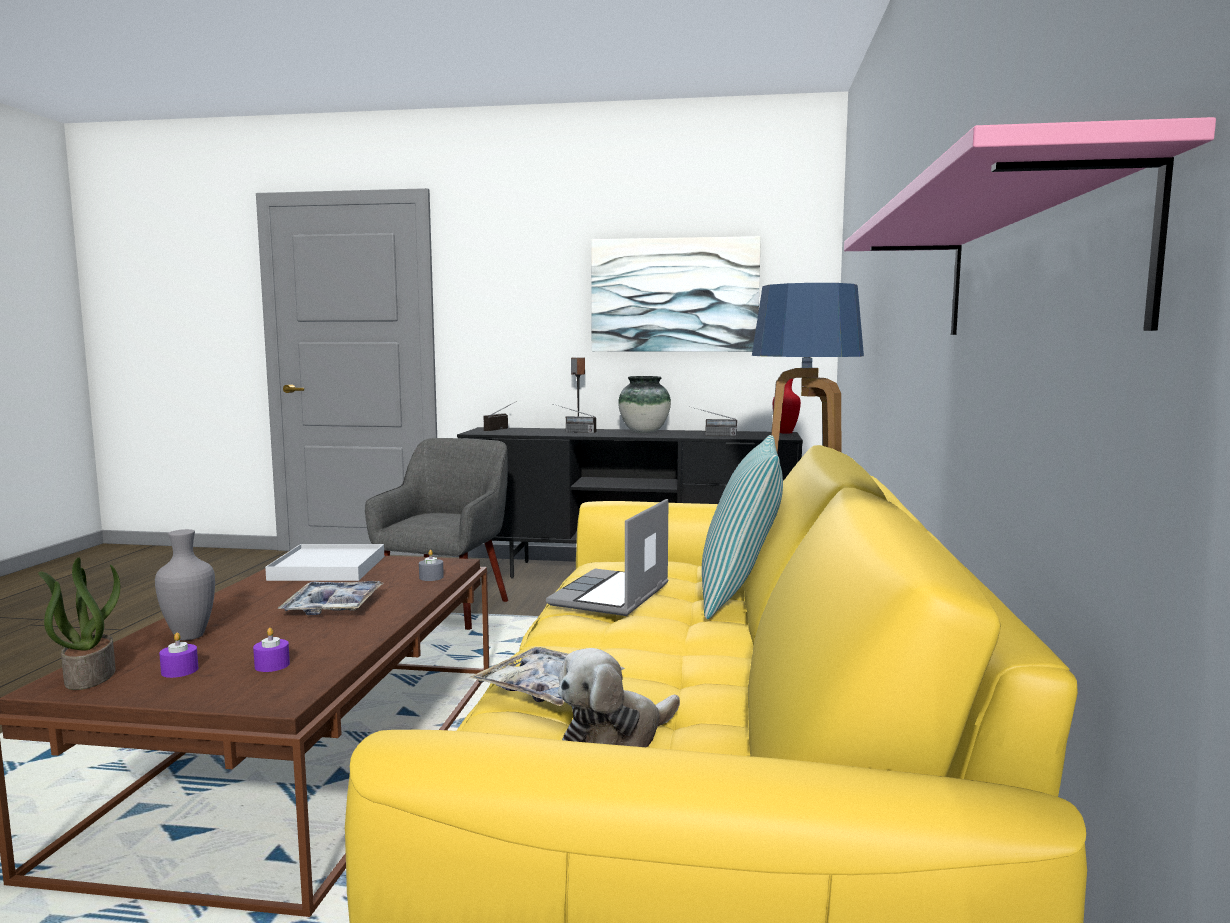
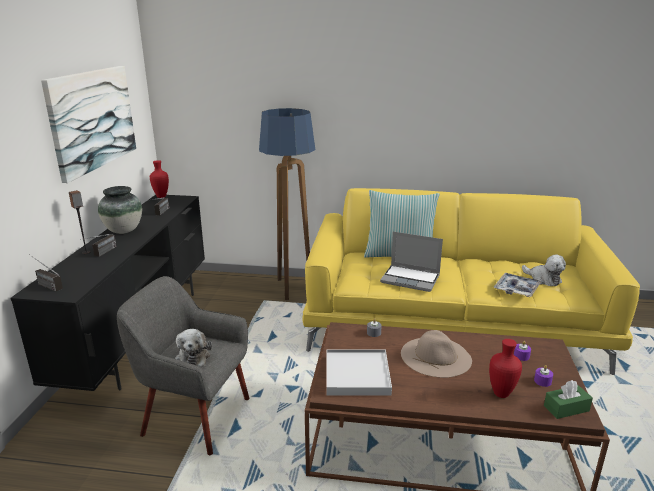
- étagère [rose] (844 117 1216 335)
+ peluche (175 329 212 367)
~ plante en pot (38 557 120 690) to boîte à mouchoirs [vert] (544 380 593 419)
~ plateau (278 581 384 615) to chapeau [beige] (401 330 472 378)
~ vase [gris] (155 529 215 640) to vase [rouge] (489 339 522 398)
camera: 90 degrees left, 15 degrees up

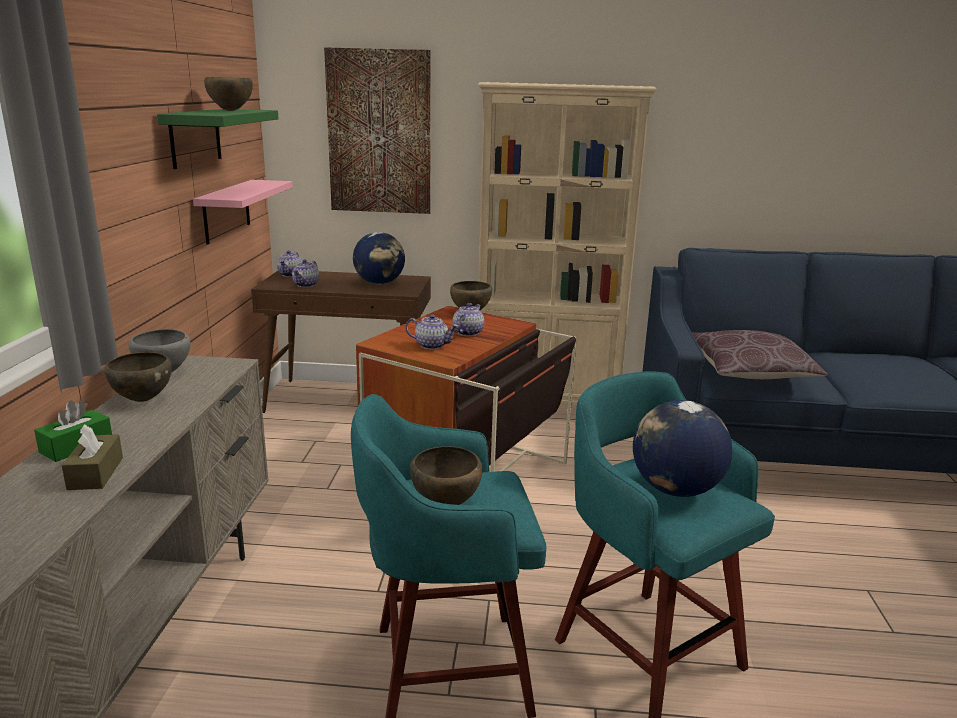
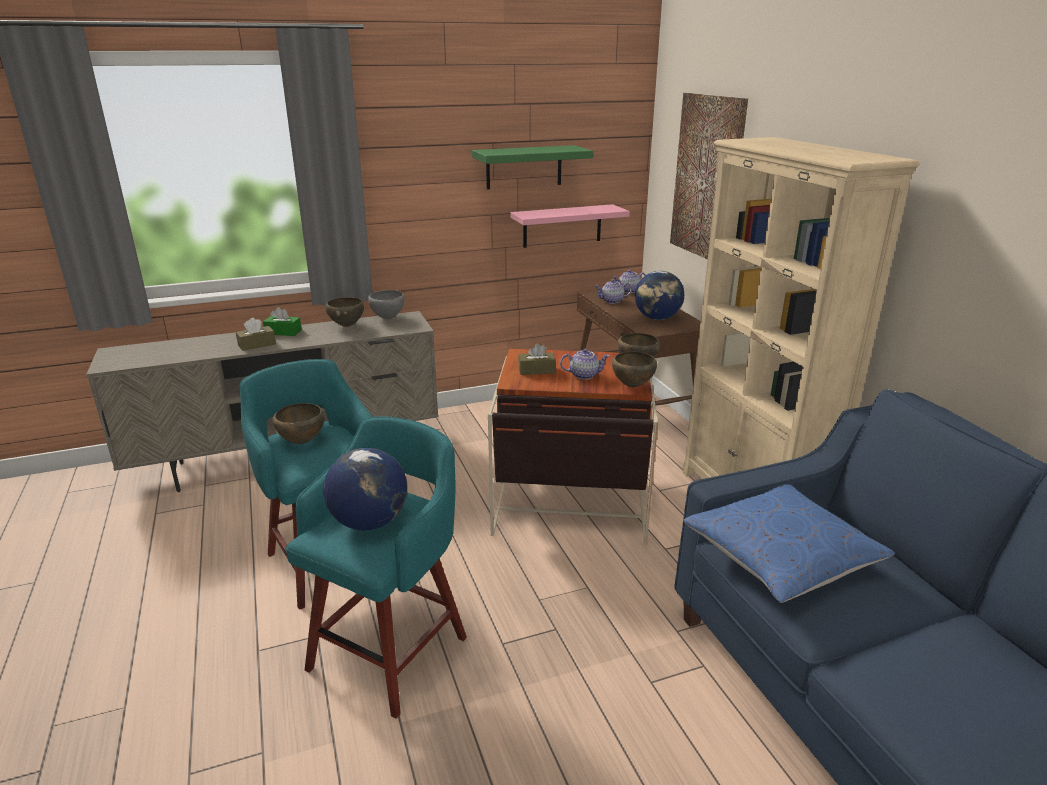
~ bol [marron] (204 77 253 111) to (612 351 657 387)
~ théière (405 314 458 350) to boîte à mouchoirs [marron] (518 343 556 375)
~ coussin [marron] (692 330 828 379) to coussin [bleu] (683 484 895 603)
camera: 65 degrees right, 5 degrees up

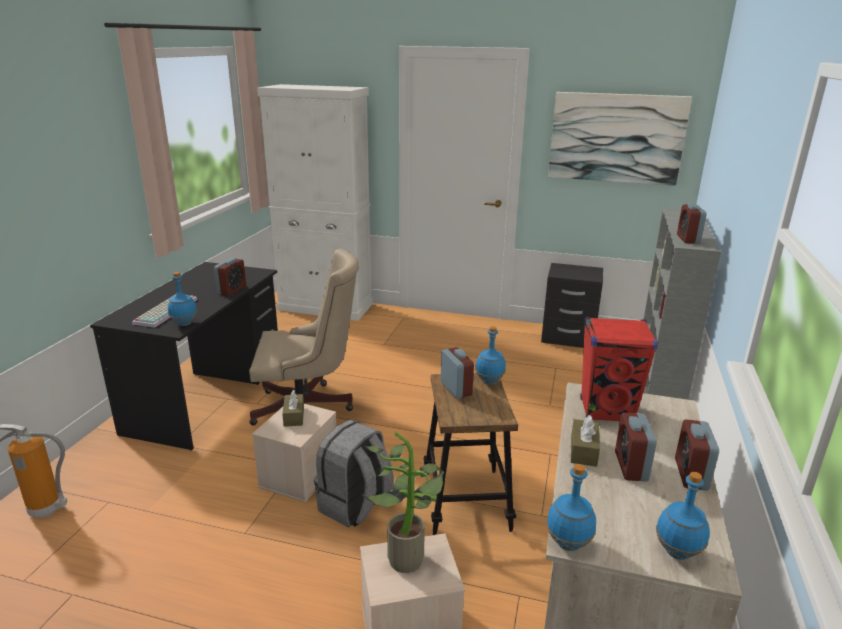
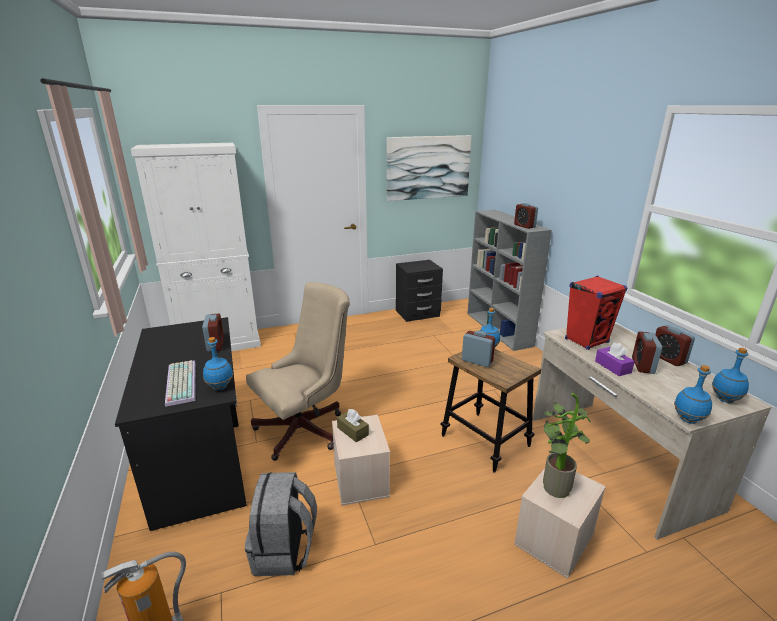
~ sac à dos [gris] (314 420 394 527) to (245 472 317 576)
~ boîte à mouchoirs [marron] (571 415 600 467) to boîte à mouchoirs [violet] (595 343 635 376)
~ réveil (615 412 657 481) = (632 331 662 374) 45 degrees clockwise
camera: 35 degrees left, 0 degrees up

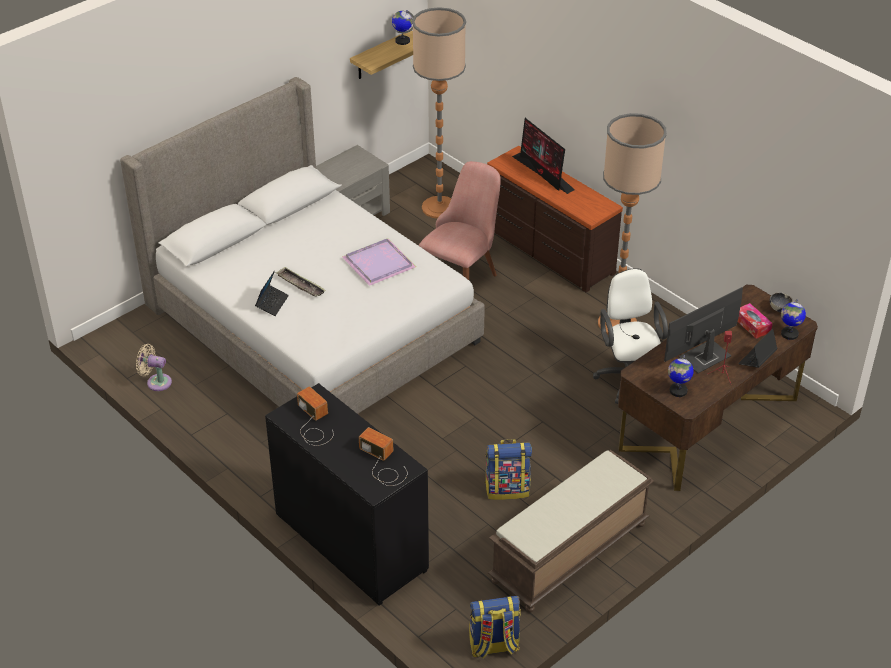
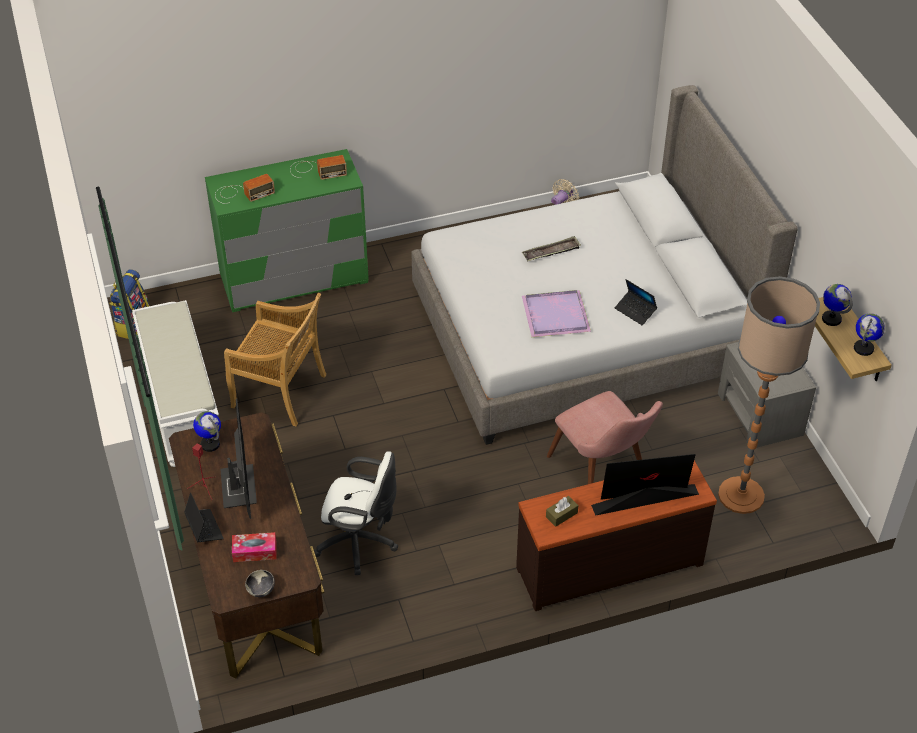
- lampadaire (598 113 667 335)
+ boîte à mouchoirs [marron] (546 496 579 527)
~ ordinateur portable (255 270 289 316) to (615 279 657 325)
~ globe (781 299 806 340) to (822 284 853 326)
~ sac à dos (485 439 532 500) to chaise [beige] (224 293 326 426)
~ commode [noir] (265 383 429 606) to commode [vert] (205 149 369 312)
~ banc [marron] (488 450 654 613) to banc [blanc] (132 300 219 467)
camera: 115 degrees right, 5 degrees up

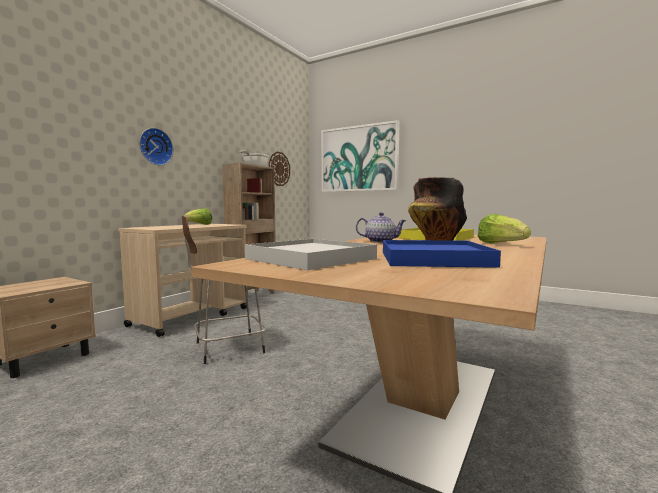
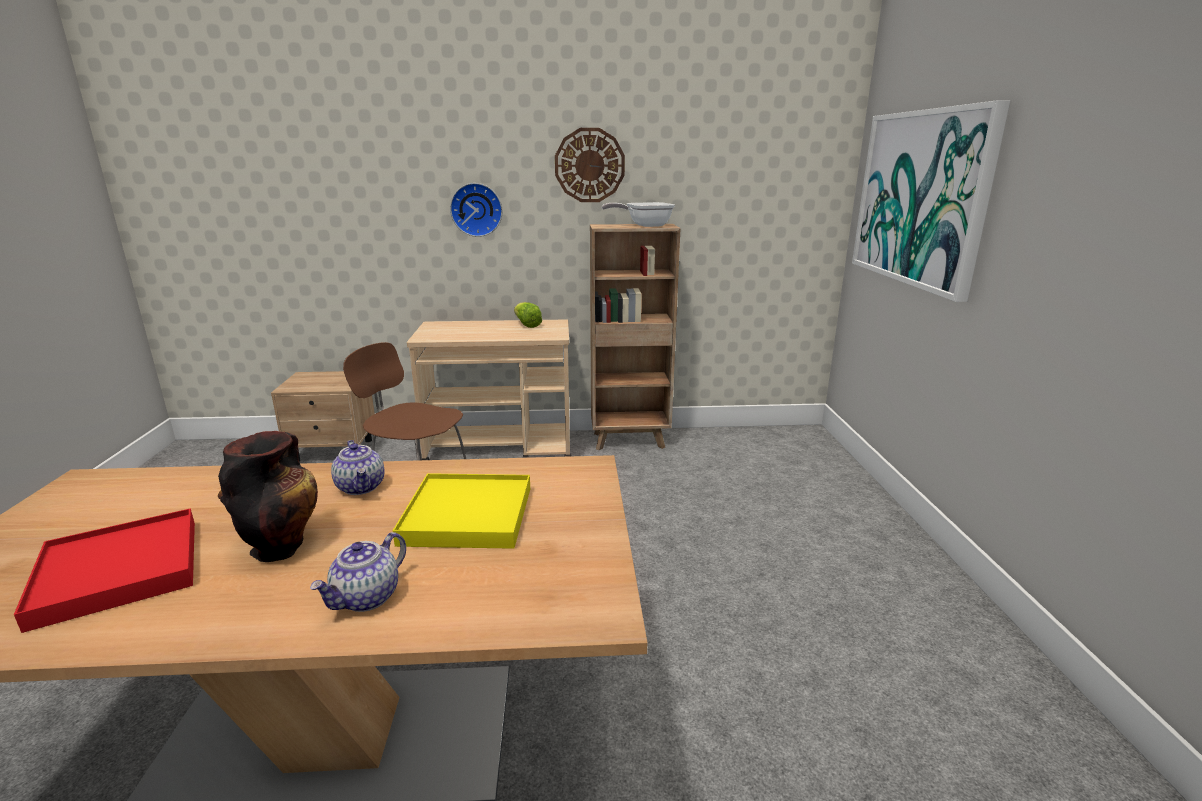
- plateau [blanc] (245 239 377 270)
~ horloge murale (268 151 290 186) to (555 128 625 202)
~ laitue (478 214 531 244) to théière (310 532 406 612)
~ plateau [bleu] (383 240 501 268) to plateau [rouge] (14 508 195 633)
camera: 55 degrees right, 15 degrees up

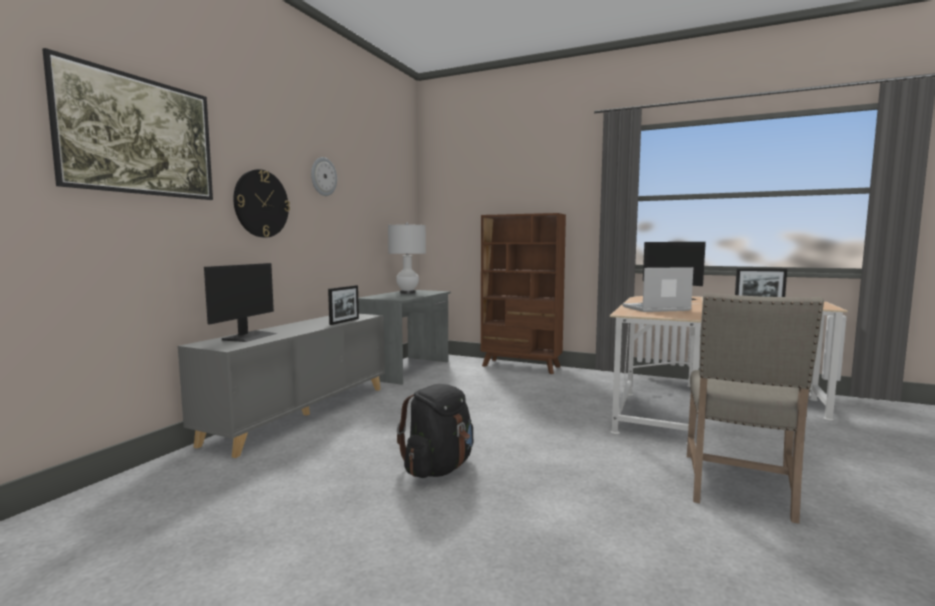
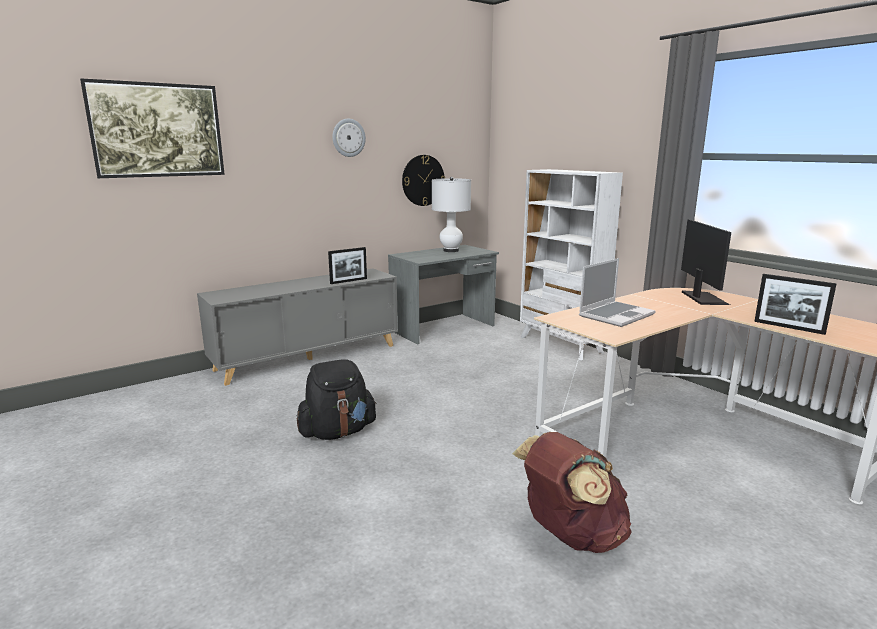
- écran d'ordinateur (204 263 278 342)
~ horloge murale (233 169 290 238) to (402 155 445 206)
~ chaise [beige] (687 293 824 524) to sac à dos [marron] (512 432 632 553)
~ bibliothèque [marron] (481 213 566 374) to bibliothèque [blanc] (520 169 623 361)
~ ordinateur portable (622 267 693 312) = (579 258 656 327) 120 degrees clockwise
camera: 30 degrees right, 10 degrees up

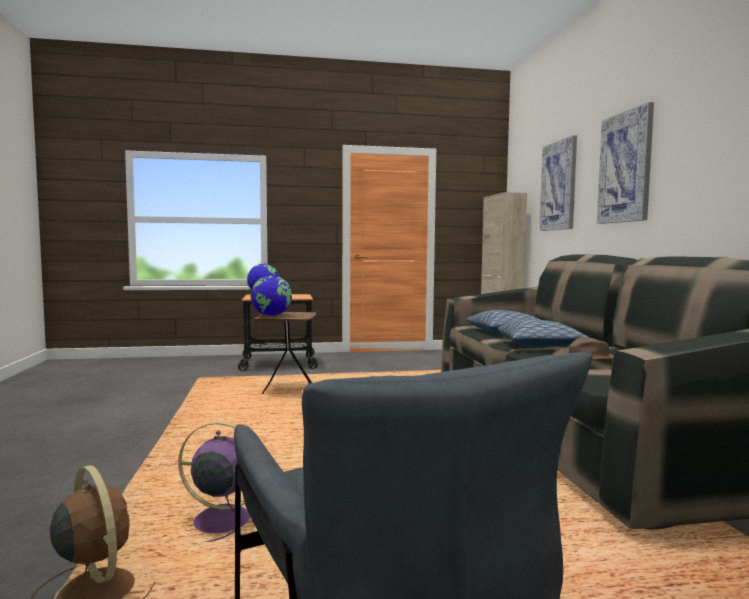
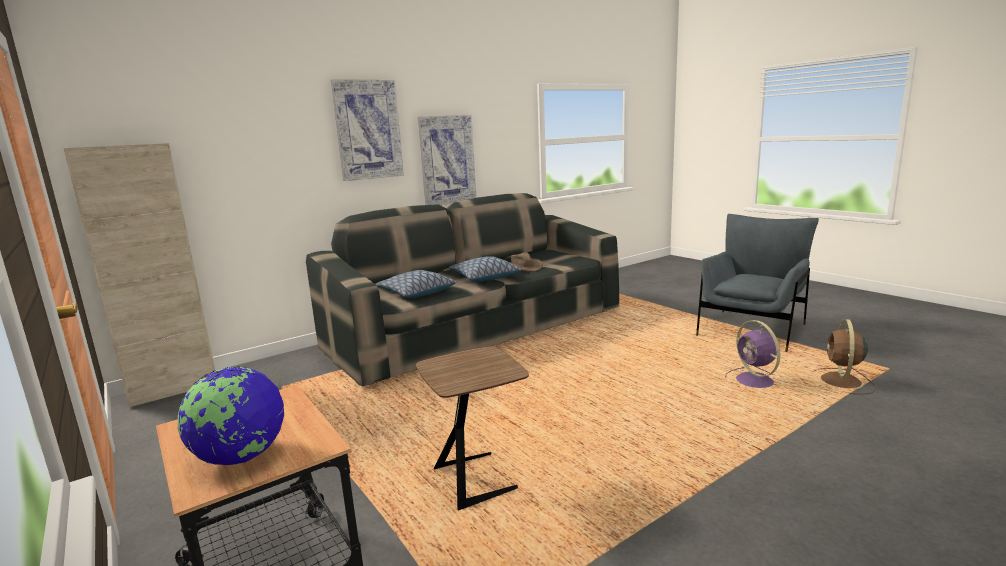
- globe (251 275 292 316)
~ tableau (539 135 577 231) to (418 115 476 205)
camera: 115 degrees left, 10 degrees up

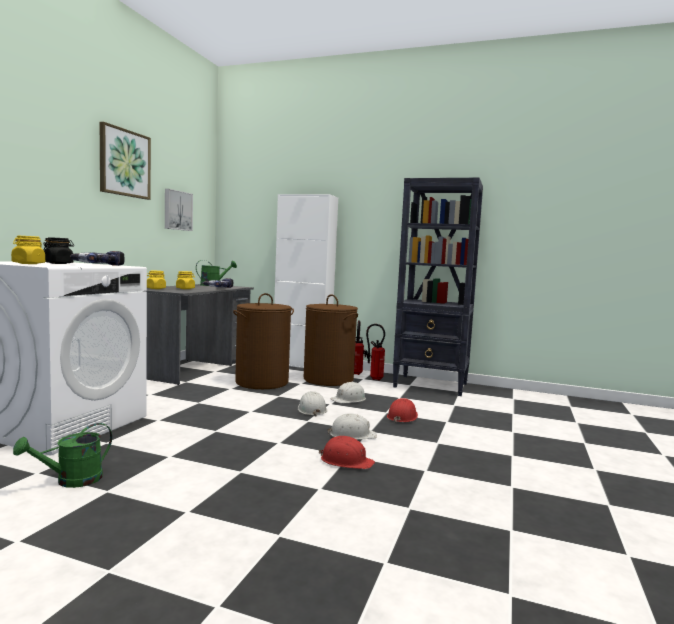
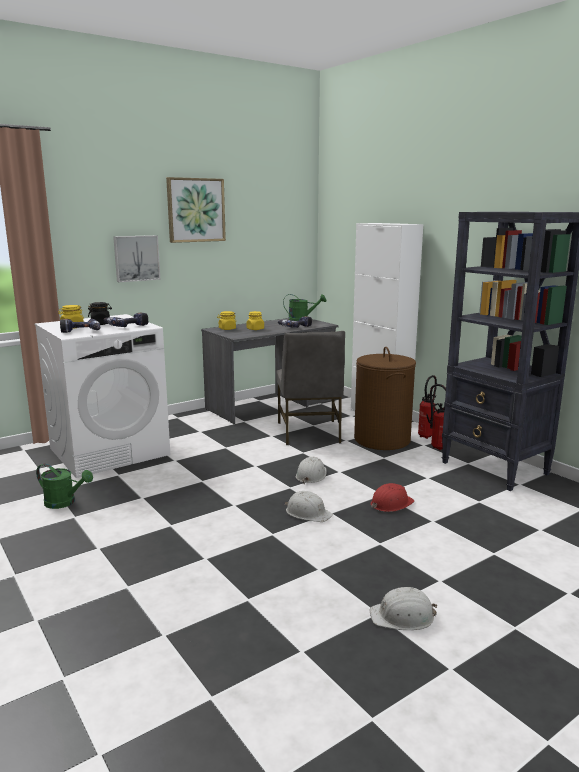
- casque de chantier [rouge] (319 436 375 469)
+ perceuse (60 319 101 333)
~ tableau (165 189 193 231) to (113 235 160 282)
~ casque de chantier [blanc] (331 382 366 403) to (370 587 437 630)
~ panier à linge [marron] (233 293 294 389) to chaise [gris] (276 331 345 445)
~ arrosoir [vert] (13 423 112 488) = (36 464 93 509) 150 degrees counterclockwise
camera: 35 degrees right, 10 degrees up

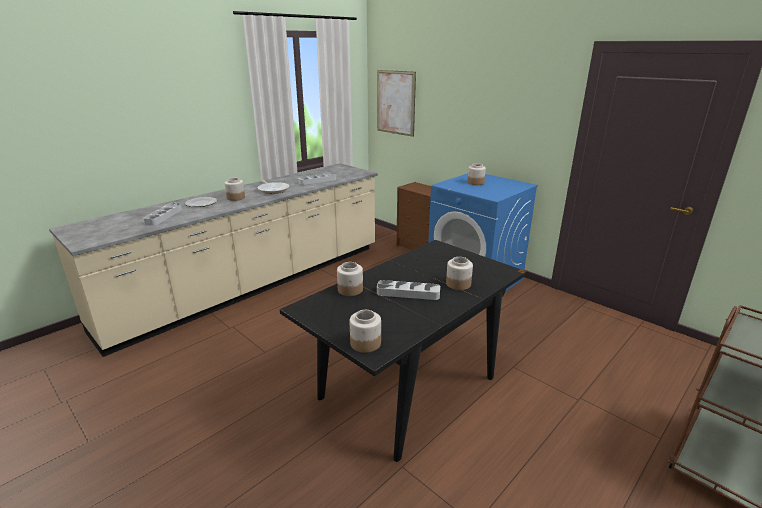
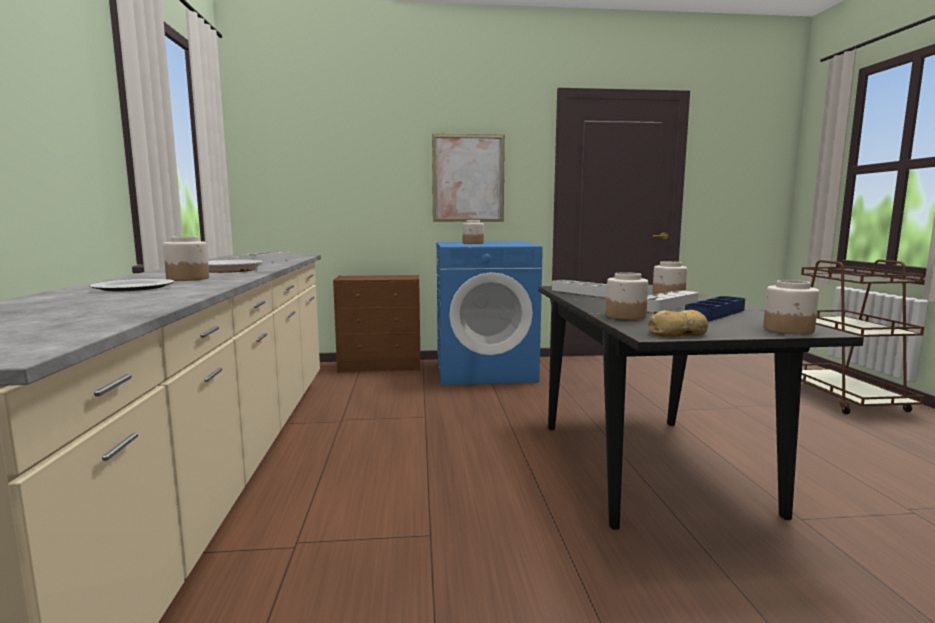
+ pain (648 310 709 337)
+ plateau [bleu] (685 296 745 321)
~ plateau [gris] (143 203 182 226) to (552 280 607 297)
~ tableau (377 70 416 137) to (432 134 505 222)
camera: 50 degrees left, 15 degrees down

